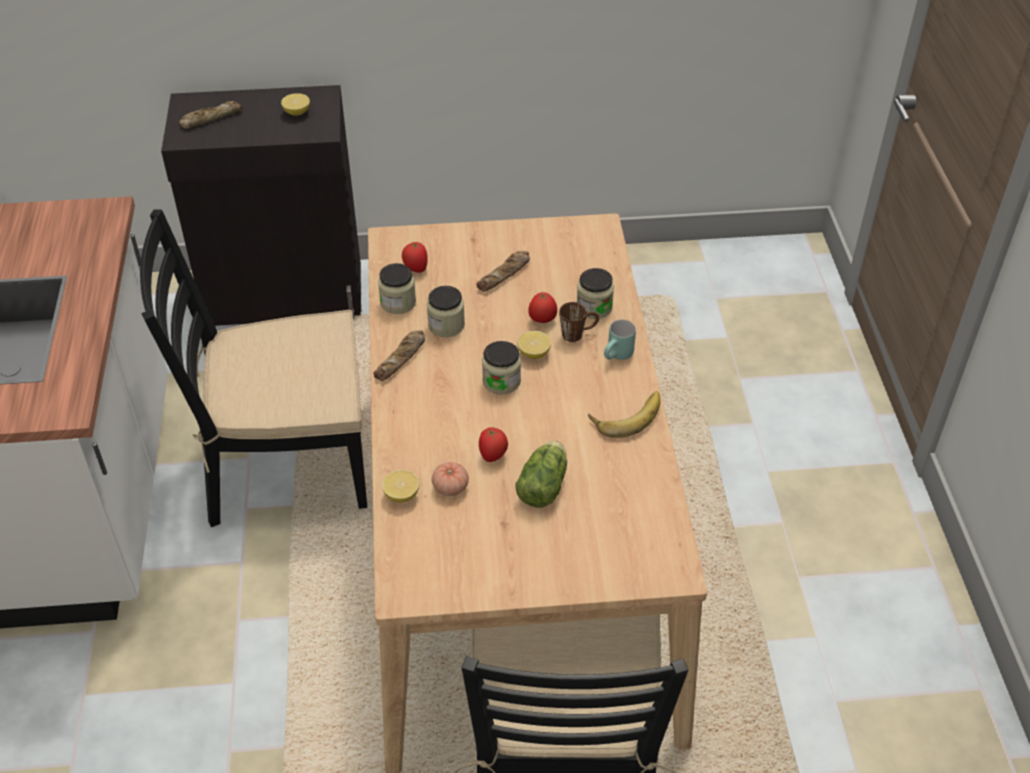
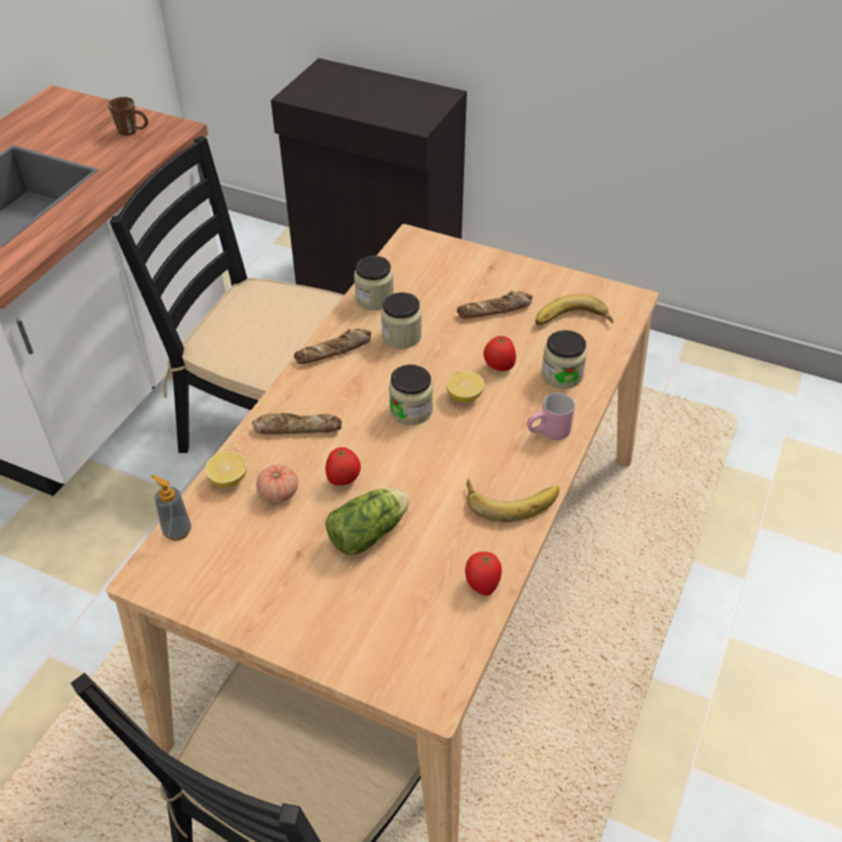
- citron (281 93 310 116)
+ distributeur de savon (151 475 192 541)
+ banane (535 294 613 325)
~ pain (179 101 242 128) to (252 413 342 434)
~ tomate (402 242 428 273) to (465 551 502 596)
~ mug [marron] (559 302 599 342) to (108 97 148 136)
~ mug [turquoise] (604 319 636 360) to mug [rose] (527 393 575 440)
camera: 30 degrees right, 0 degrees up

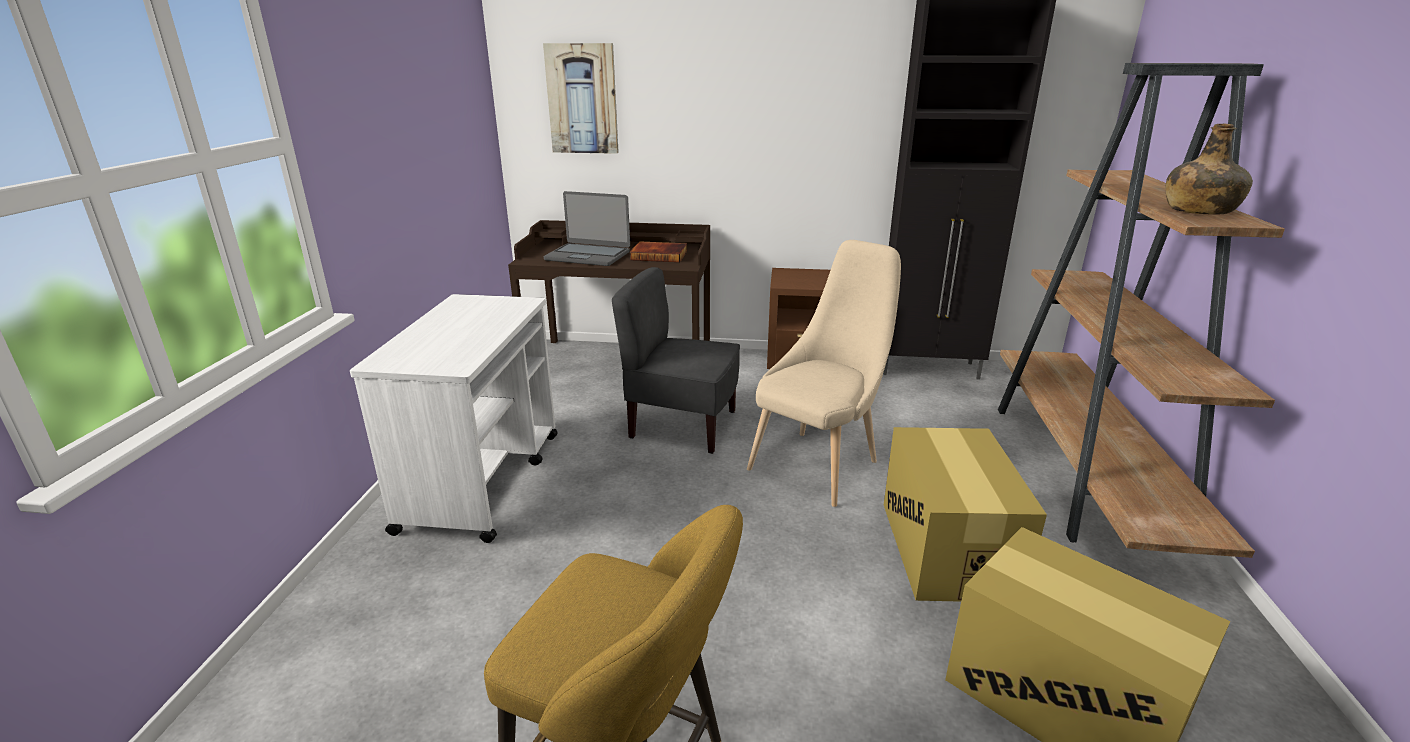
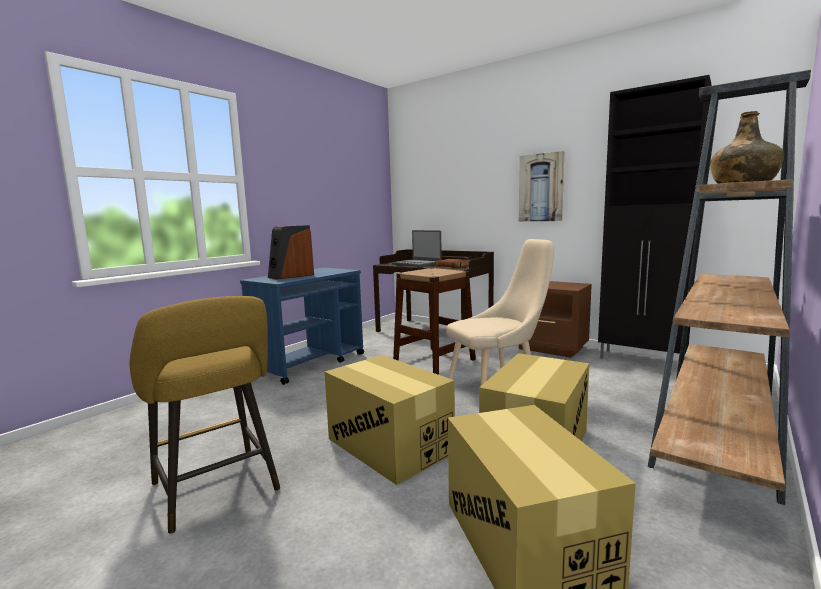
+ enceinte (268 225 314 280)
+ carton (324 355 455 485)
~ tableau (543 43 619 154) to (519 151 564 222)
~ chaise [gris] (612 267 740 454) to tabouret [marron] (393 268 476 375)
~ chariot [blanc] (350 294 558 543) to chariot [bleu] (240 268 364 385)
camera: 30 degrees right, 15 degrees down

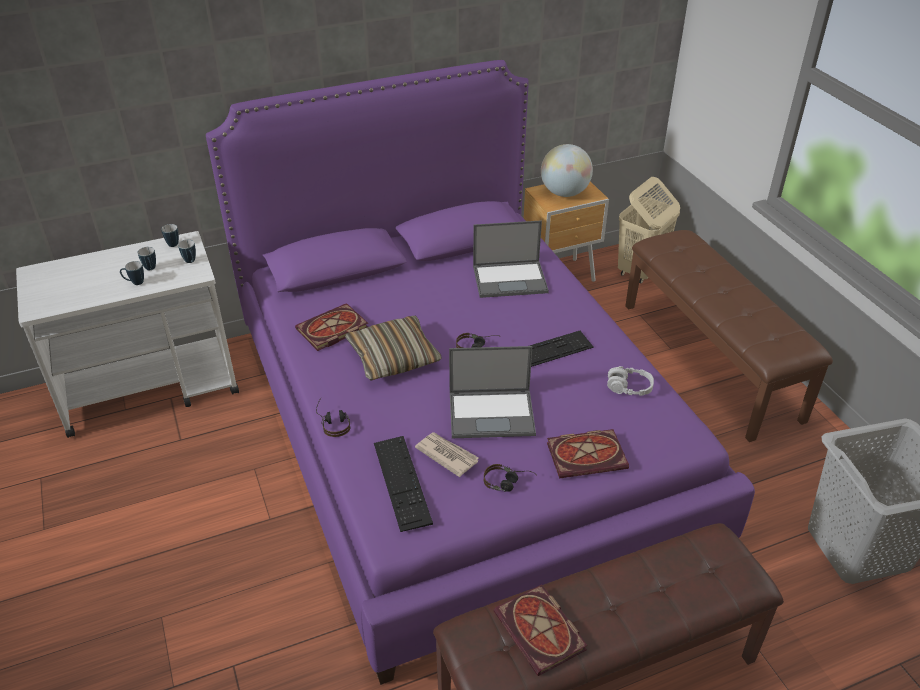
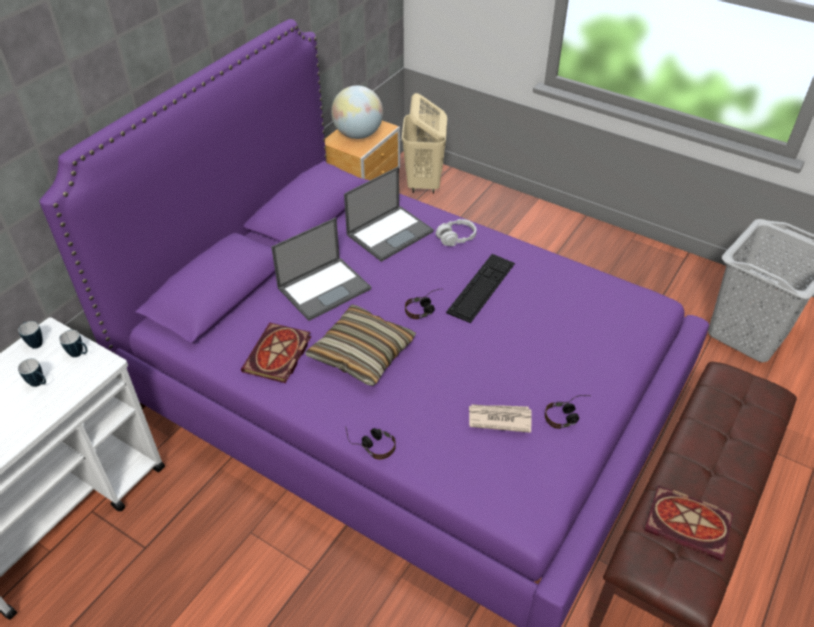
- mug (120 261 144 285)
- clavier (374 436 433 532)
- livre (547 429 629 479)
- banc [marron] (625 230 833 442)
~ ordinateur portable (449 346 536 438) to (271 217 371 321)
~ casque audio [gris] (607 366 654 396) to (436 219 477 246)
camera: 35 degrees left, 5 degrees up

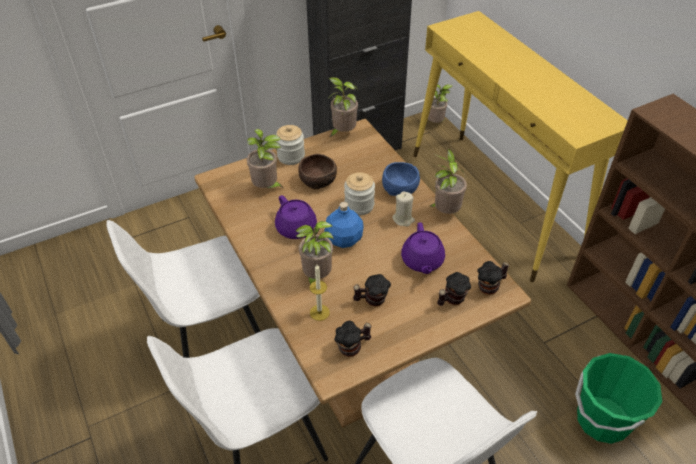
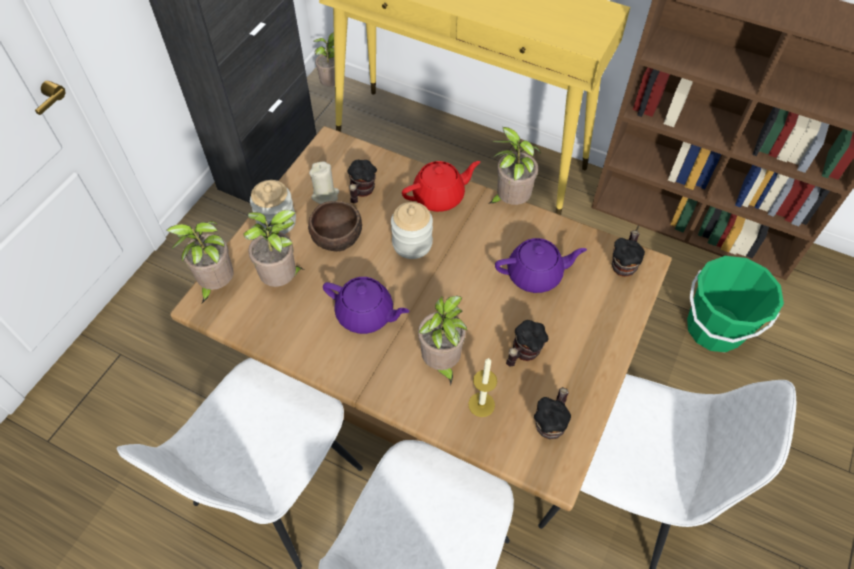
- bouteille [bleu] (324 202 364 248)
~ plante en pot (329 77 358 137) to (167 221 234 303)
~ bougie [beige] (392 192 415 226) to (309 161 339 204)
~ mug (437 272 471 306) to (348 160 377 204)
~ bol [bleu] (382 162 420 196) to théière [rouge] (402 161 480 212)
~ théière [violet] (401 222 445 274) = (495 238 587 293) 60 degrees counterclockwise
camera: 35 degrees left, 10 degrees up

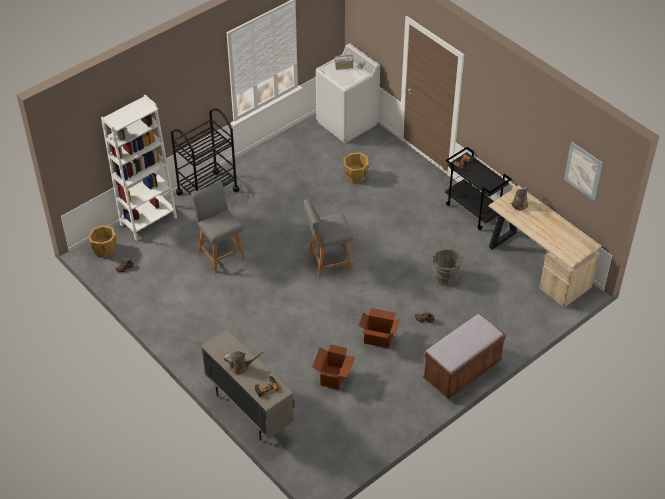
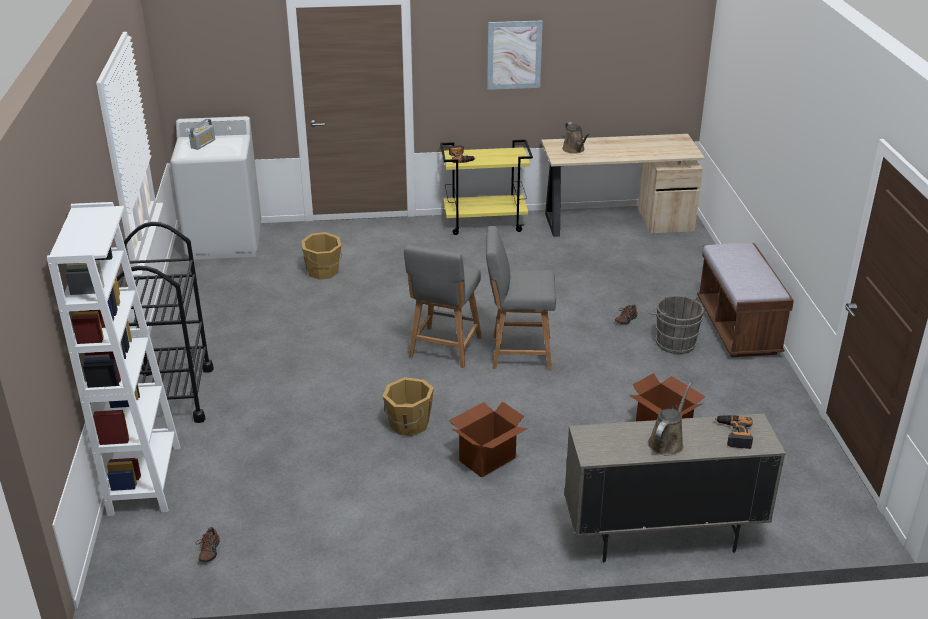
~ seau [orange] (88 225 116 258) to (383 377 434 436)
~ tabouret [gris] (191 181 246 273) to (486 226 556 370)
~ carton (359 308 400 348) to (449 401 527 478)
~ seau [gris] (433 249 464 286) to (649 296 704 354)
~ tableau (564 142 603 200) to (487 21 543 90)
~ chariot [noir] (445 147 511 230) to chariot [jaune] (440 139 533 235)
camera: 55 degrees left, 15 degrees down

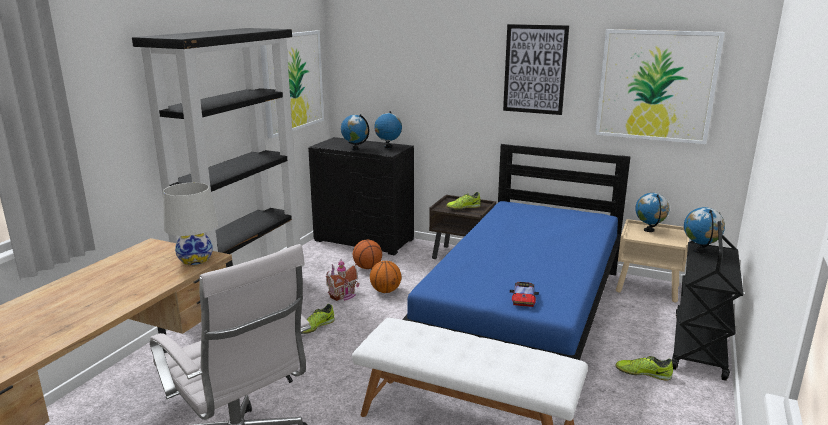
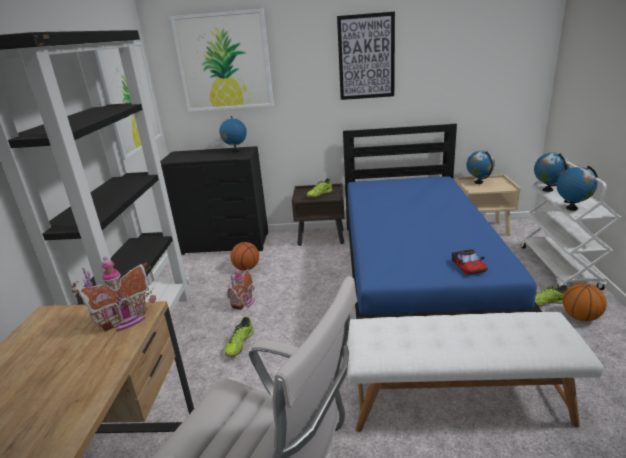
~ globe (341 114 369 150) to (557 166 598 211)
~ ballon de basket (370 261 401 293) to (563 283 607 321)
~ tableau (595 29 725 144) to (170 9 274 112)
~ lampe de table [blanc] (163 183 218 265) to maison miniature (71 256 156 332)
~ chariot [noir] (672 212 743 381) to chariot [blanc] (521 162 621 290)
camera: 20 degrees left, 5 degrees up

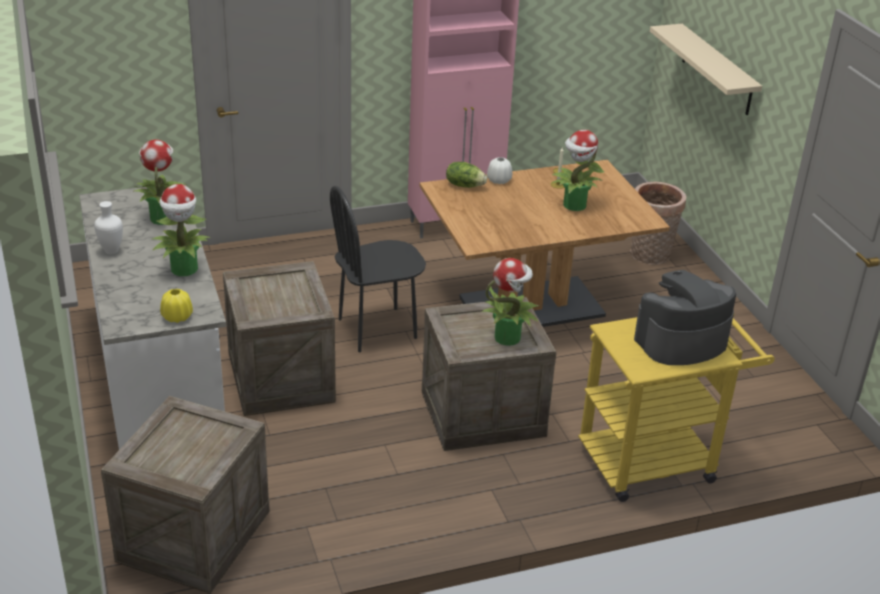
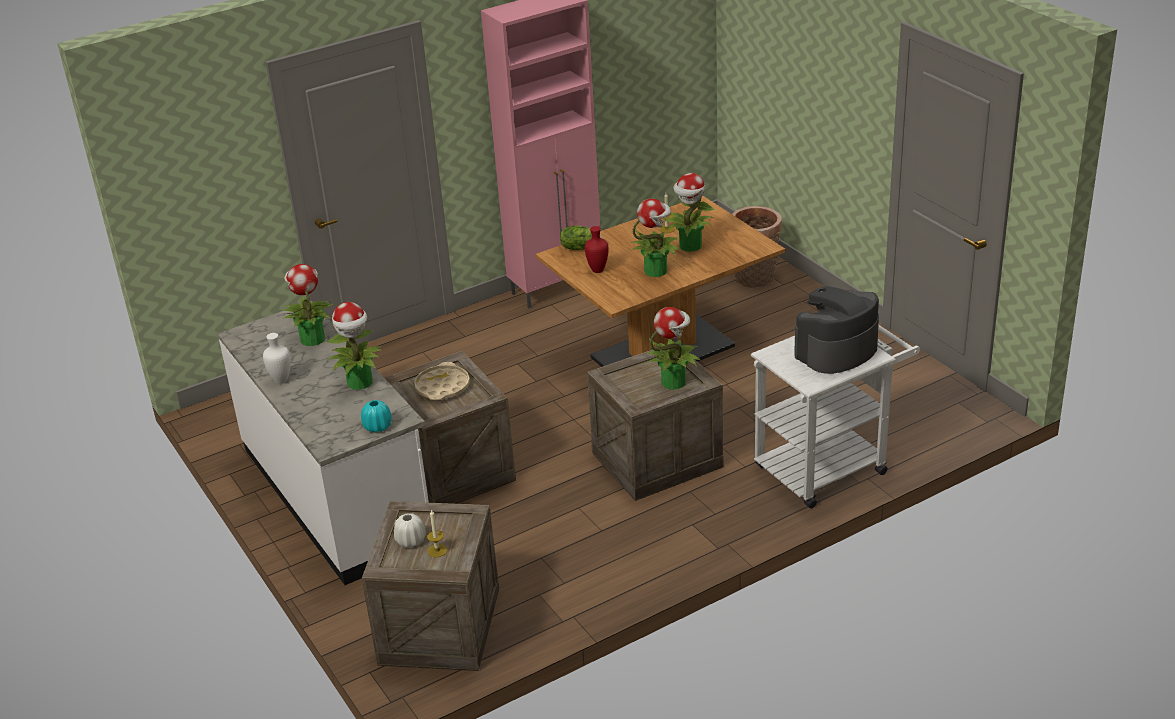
- chaise [noir] (330 185 426 352)
- étagère [beige] (650 24 762 115)
+ plateau [beige] (414 362 470 400)
+ bougie (427 509 447 557)
+ vase [rouge] (585 226 609 273)
+ plante en pot (632 199 681 277)
~ vase [blanc] (487 157 512 184) to (394 514 426 547)
~ vase [jaune] (160 289 193 323) to vase [turquoise] (361 400 392 433)
~ chariot [jaune] (578 315 775 502) to chariot [blanc] (751 325 920 508)
camera: 10 degrees left, 0 degrees up

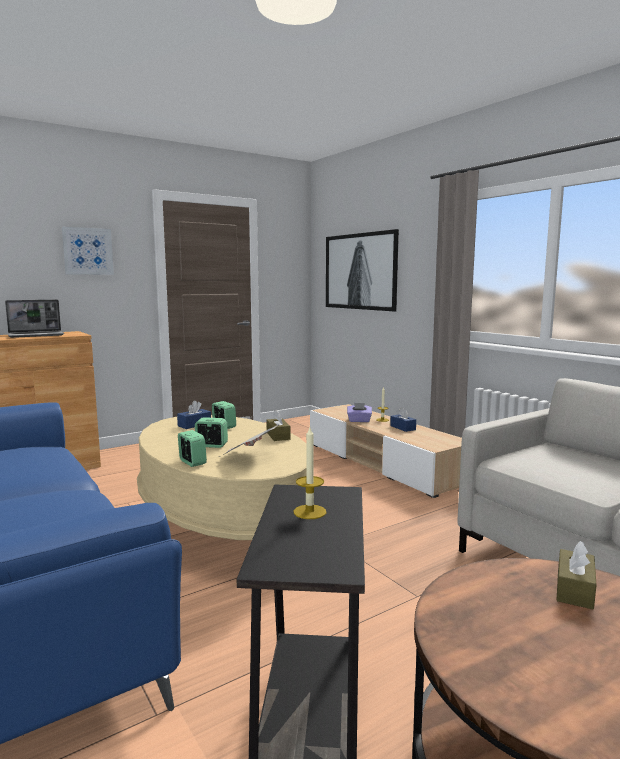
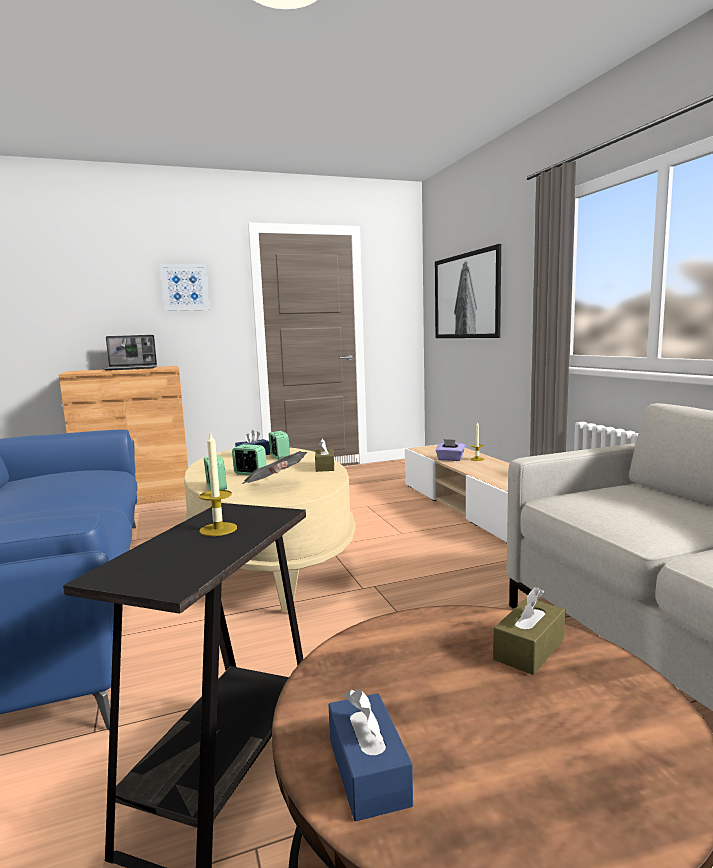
~ boîte à mouchoirs [bleu] (390 407 416 432) to (328 689 413 822)
camera: 15 degrees right, 0 degrees up

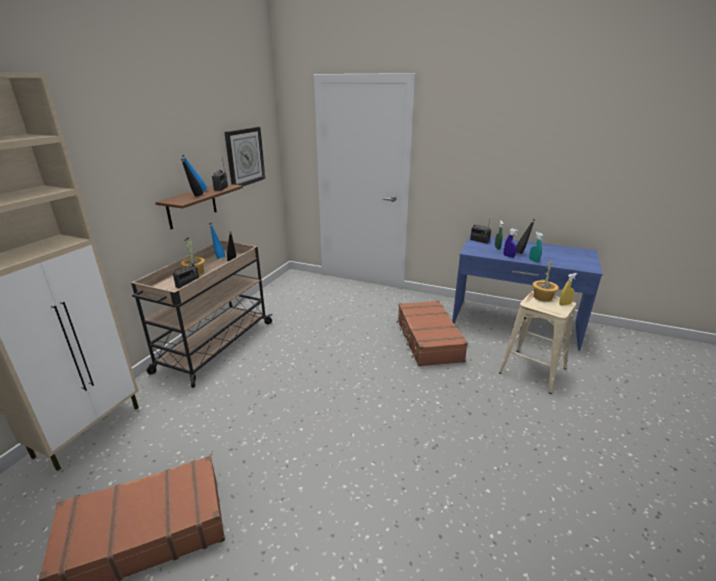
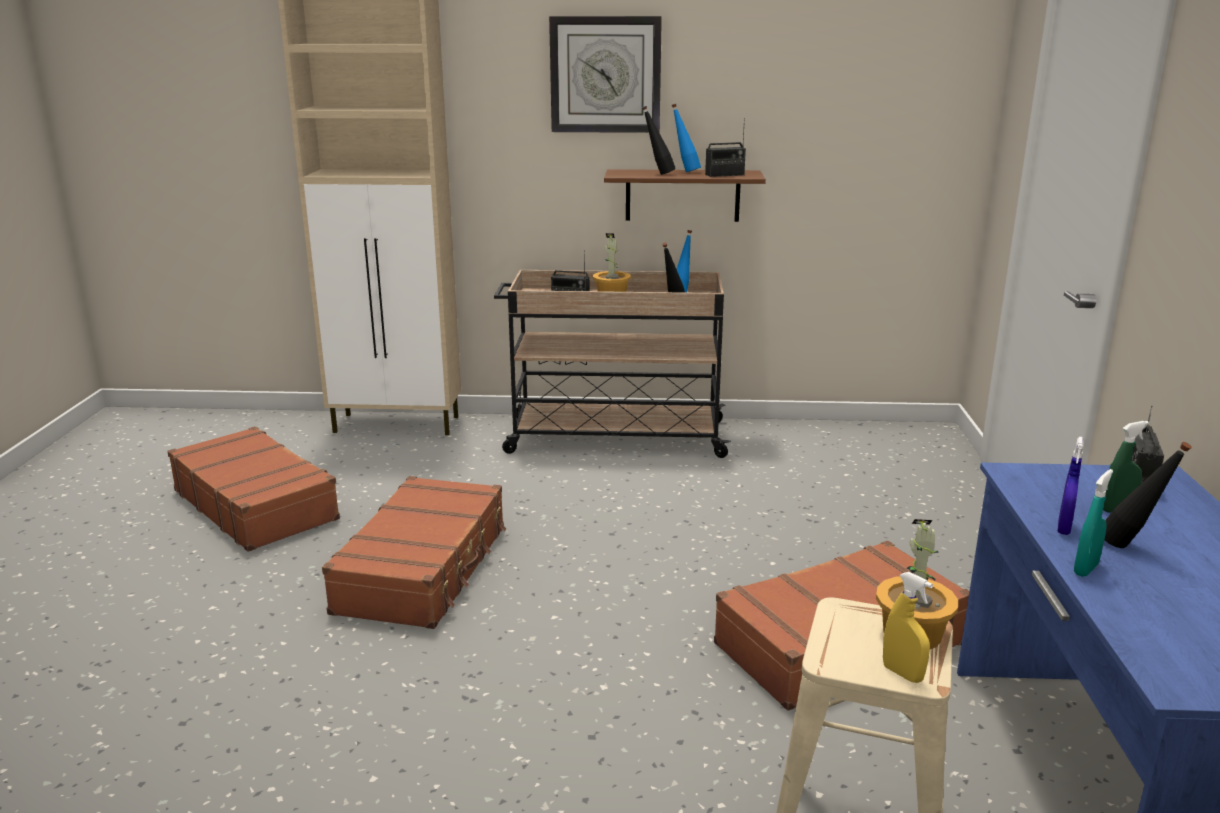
+ valise [marron] (322 476 506 629)
~ horloge murale (224 127 265 186) to (549 16 662 133)
camera: 70 degrees right, 5 degrees down

